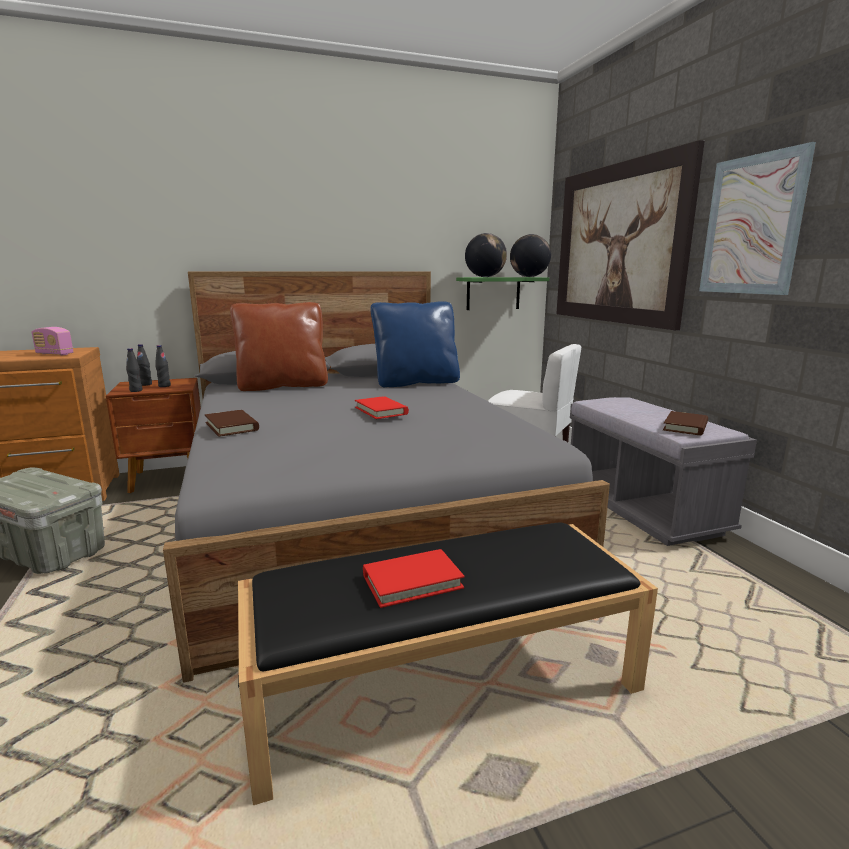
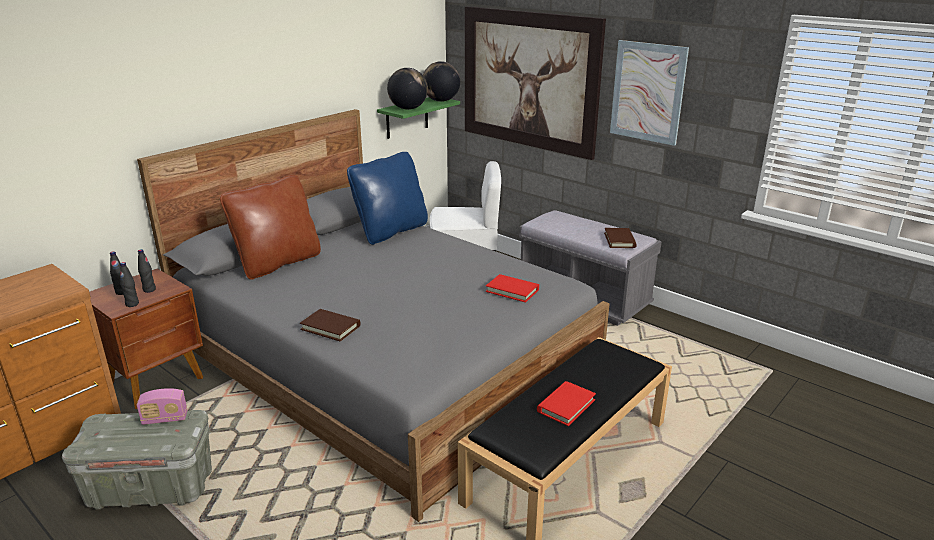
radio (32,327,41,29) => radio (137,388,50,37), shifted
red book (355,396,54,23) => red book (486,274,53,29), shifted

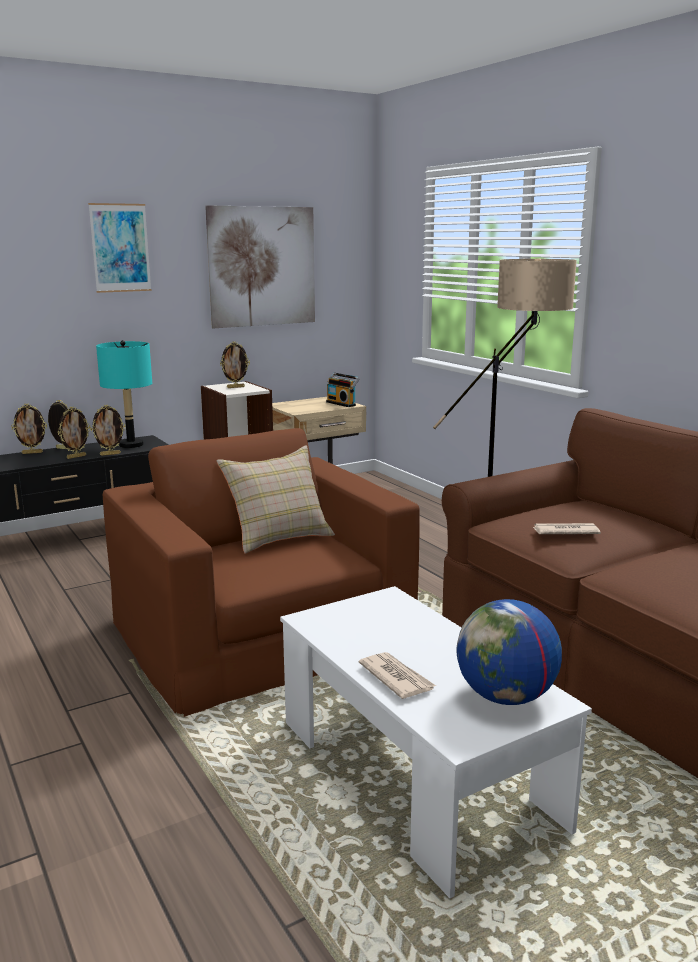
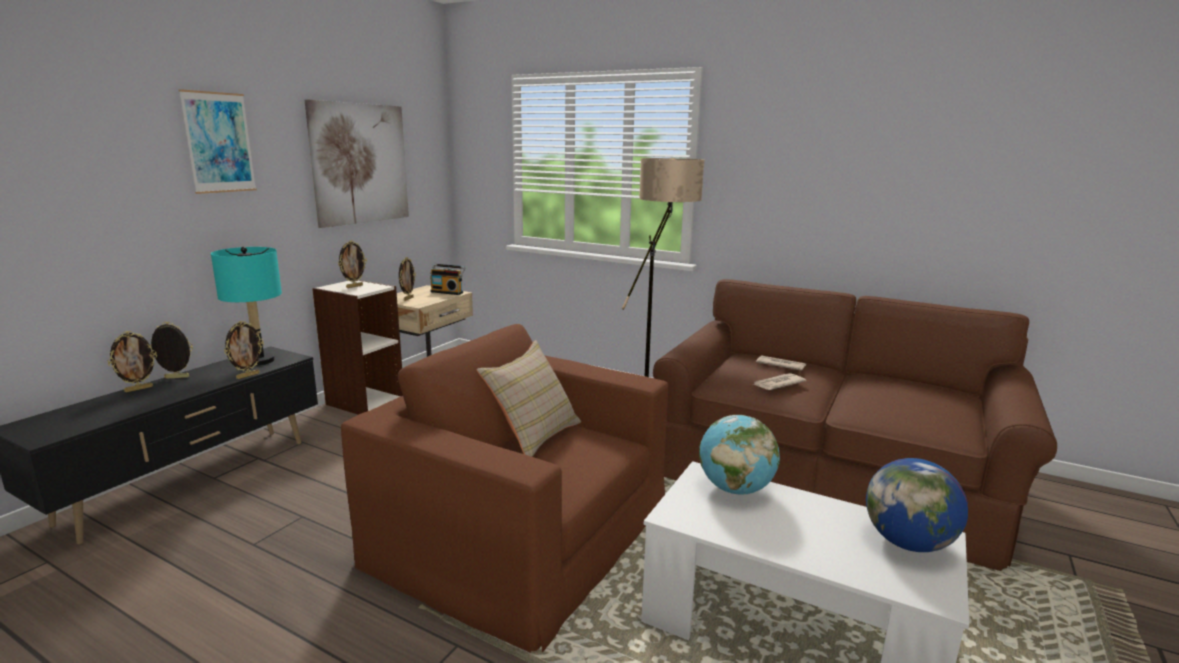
picture frame (57,407,34,52) => picture frame (399,257,17,44), shifted
newspaper (359,652,77,47) => newspaper (756,355,50,16), shifted
nothing => globe (699,415,81,80)

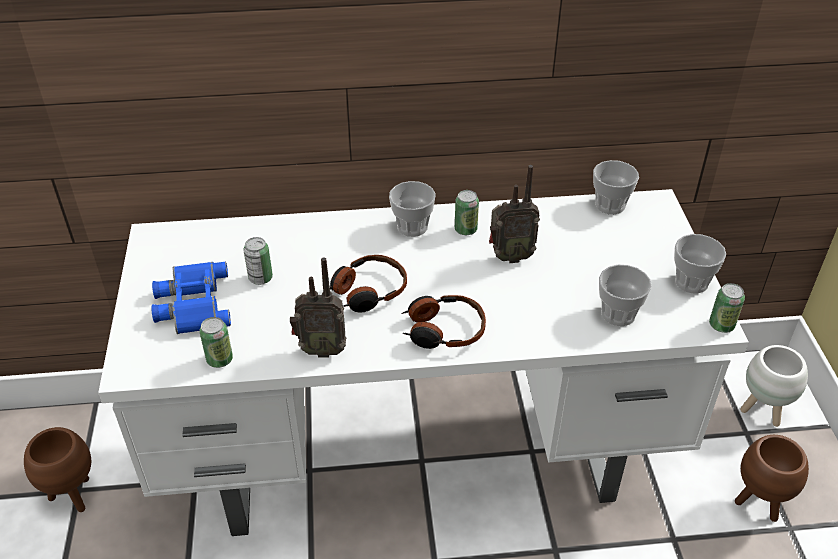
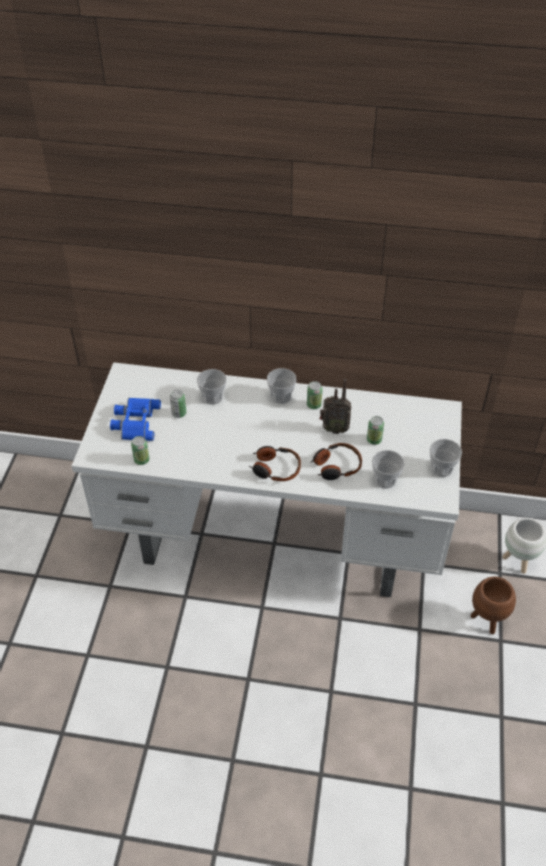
brown planter (24,427,67,85) => nothing
radio (290,257,56,101) => nothing
headphones (330,255,77,58) => headphones (310,443,52,37), shifted
cup (593,160,46,54) => cup (197,369,29,36), shifted
can (709,283,36,50) => can (367,416,17,29), shifted

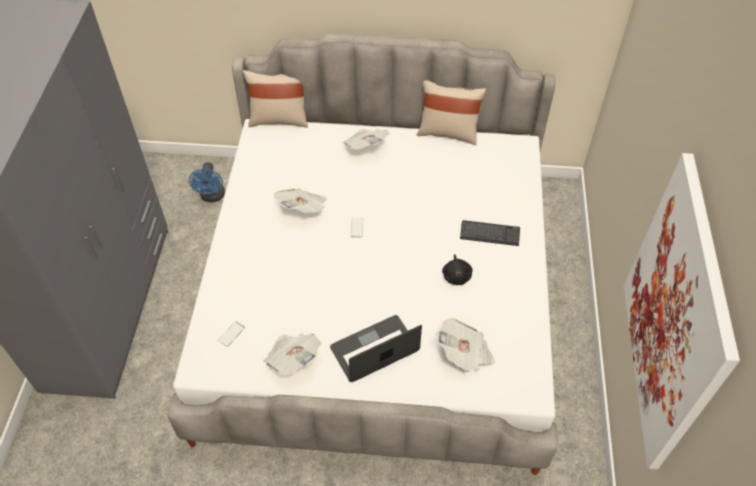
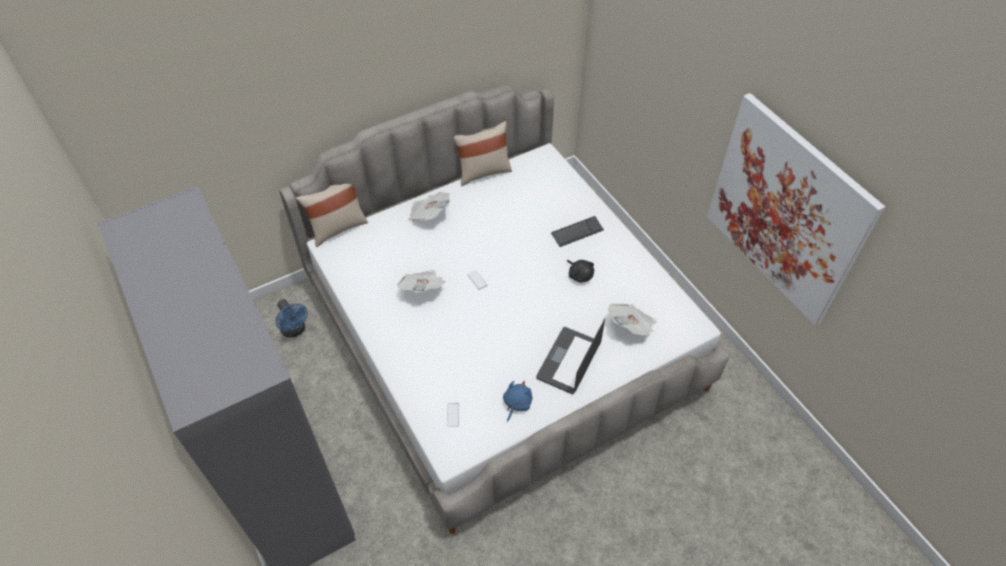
newspaper (263,333,59,42) => blue plush toy (503,381,30,41)

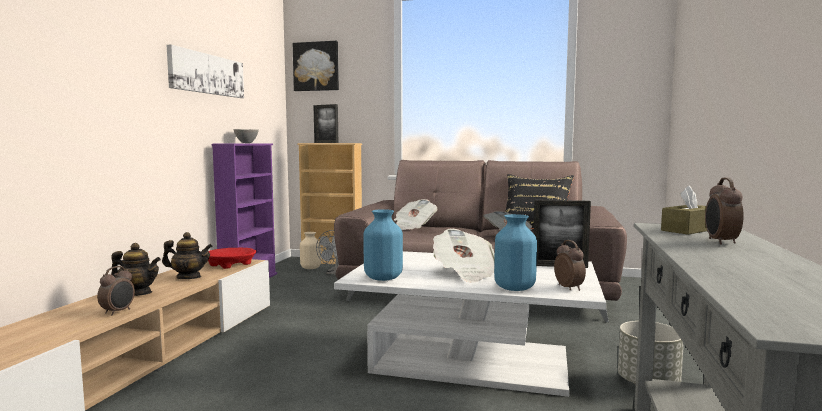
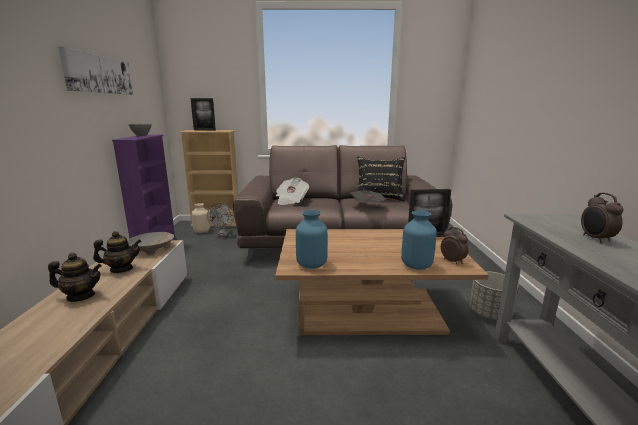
alarm clock (97,266,38,49) => nothing
red bowl (208,248,49,21) => beige bowl (128,232,46,23)
picture (293,41,46,50) => nothing
white coffee table (334,251,272,146) => brown coffee table (275,229,214,106)
newspaper (433,229,62,54) => nothing
brown tissue box (661,185,46,50) => nothing

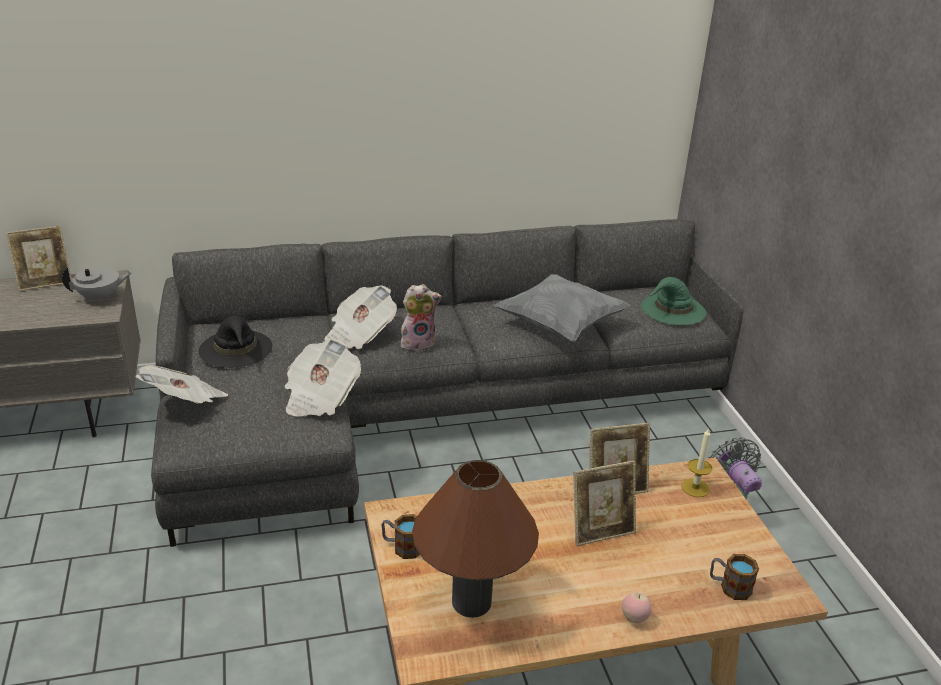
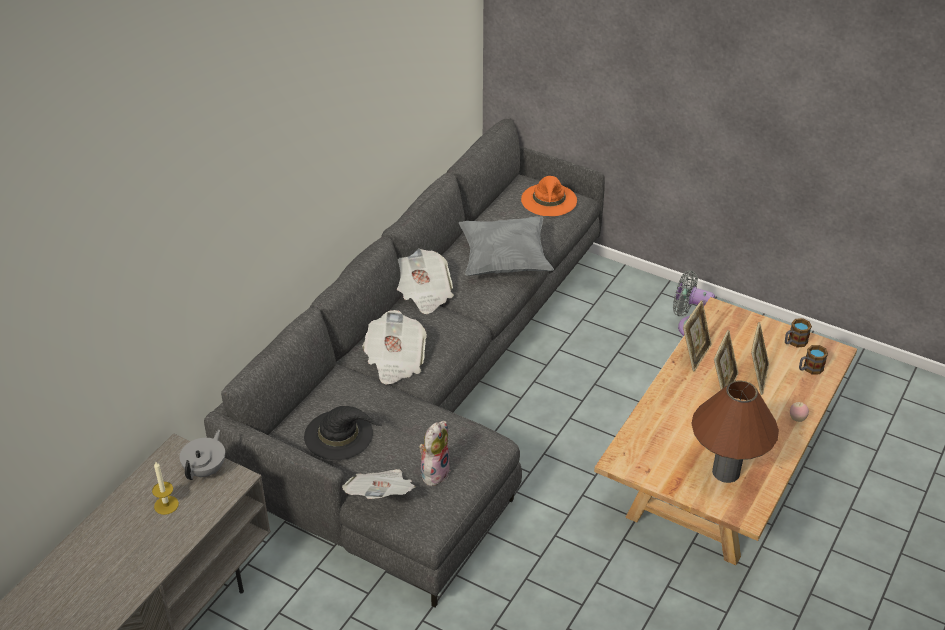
picture frame (6,226,66,65) => picture frame (751,322,18,73), shifted
newspaper (284,339,77,78) => newspaper (397,248,57,66), shifted
mug (381,514,39,45) => mug (785,318,27,30), shifted
plush toy (401,284,41,68) => plush toy (419,421,32,65), shifted
green hat (641,277,65,48) => orange hat (521,176,56,40)
candle (681,428,31,69) => candle (152,462,27,53), shifted

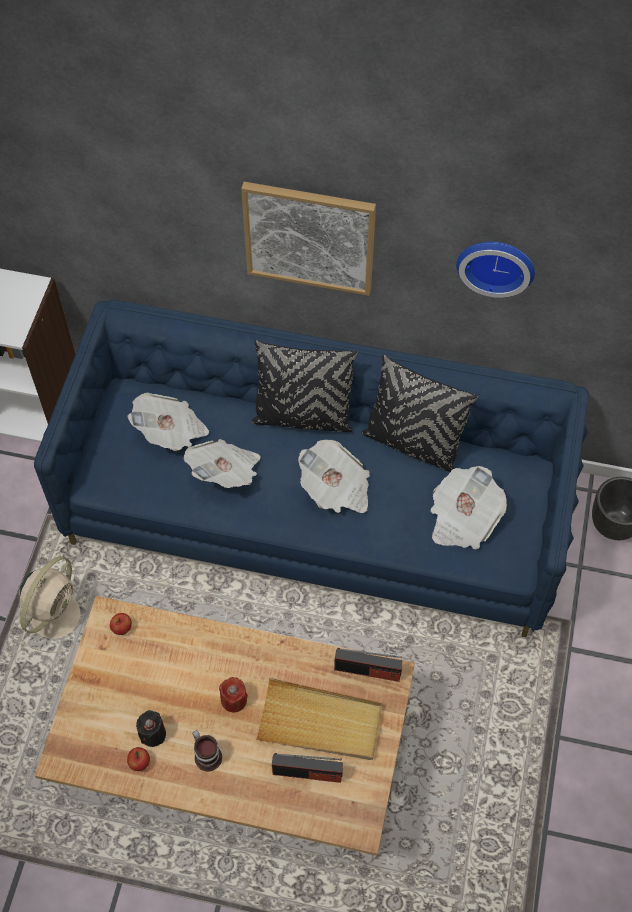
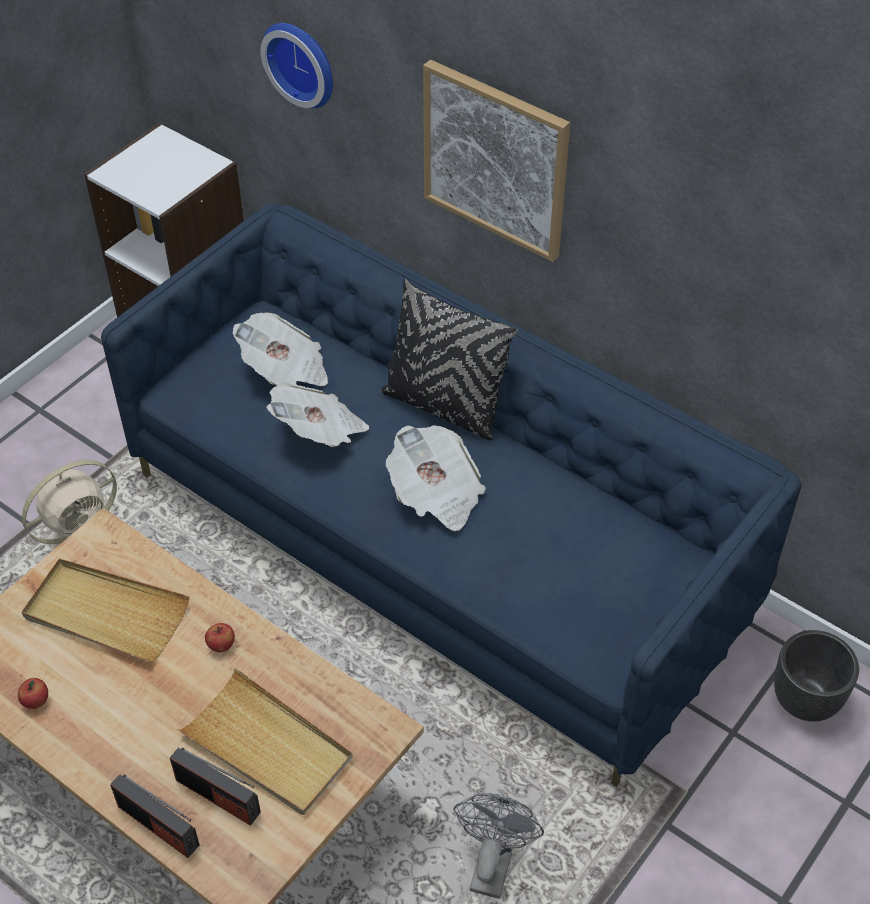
apple (110,613,22,22) => apple (205,623,30,29), shifted
black candle (136,710,30,37) => nothing
mug (192,730,30,42) => nothing
red candle (219,677,29,35) => nothing
radio (334,648,69,34) => radio (110,774,90,84), shifted
black pillow (362,355,116,117) => nothing
newspaper (430,466,77,83) => nothing
wall clock (456,242,79,56) => wall clock (261,23,72,85), shifted
nothing => beige tray (22,558,167,105)
nothing => grey fan (453,793,91,106)

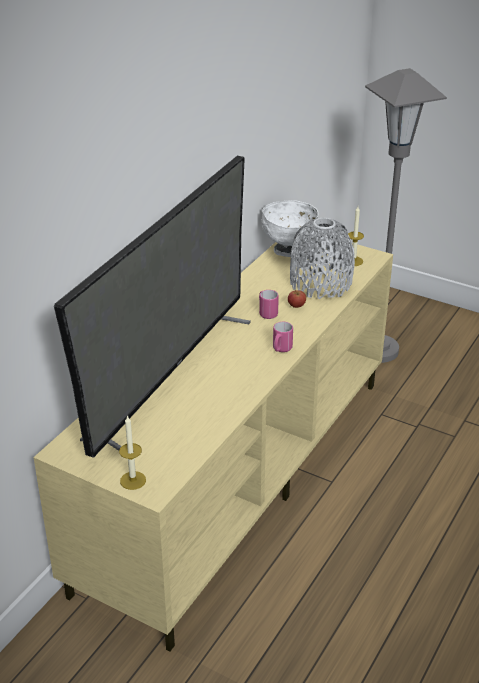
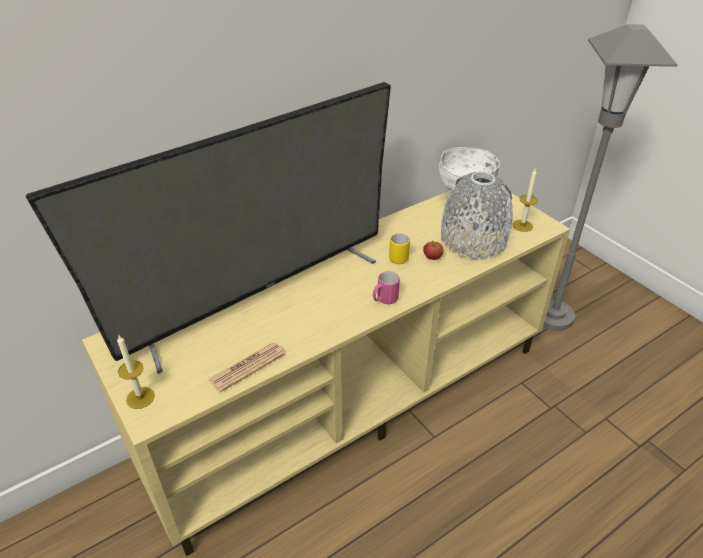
pink mug (259,290,20,29) => yellow mug (389,233,21,31)
nothing => newspaper (208,343,77,49)

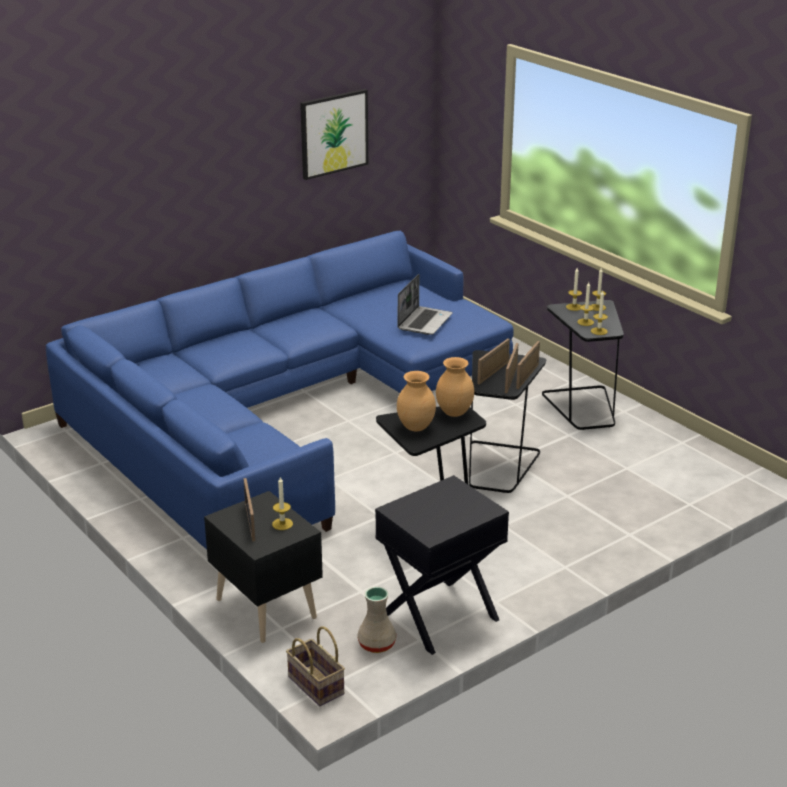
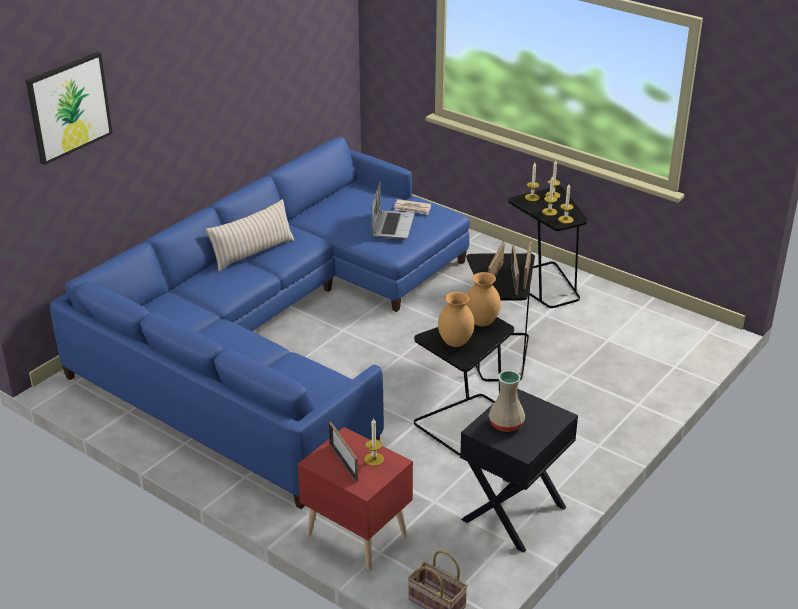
black nightstand (204,491,119,152) => red nightstand (297,427,116,143)
picture (300,89,68,91) => picture (26,52,87,113), shifted
beige vase (357,587,39,66) => beige vase (489,370,36,62), shifted
nothing => beige pillow (206,199,88,73)
nothing => newspaper (393,199,38,16)

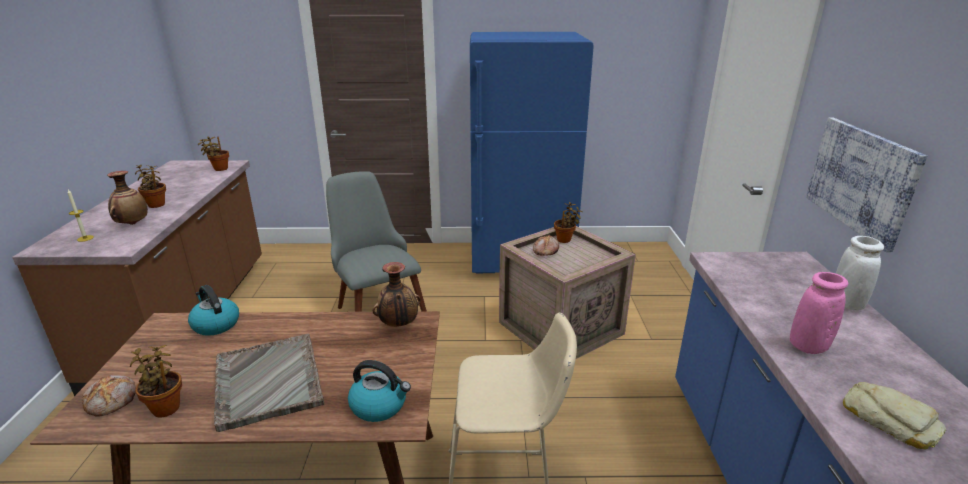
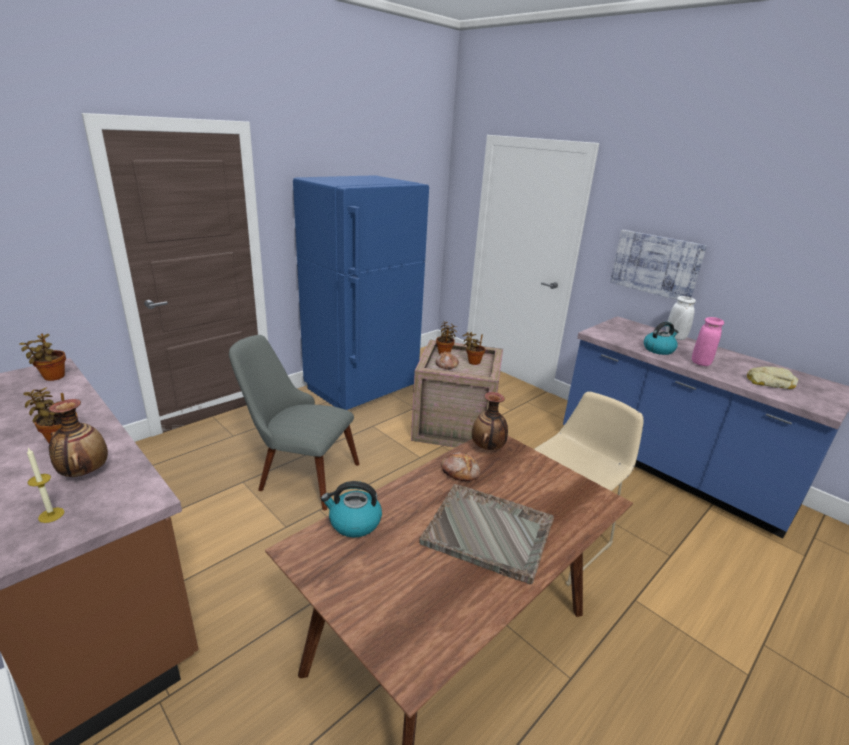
bread (82,375,54,42) => bread (441,452,39,29), shifted
potted plant (130,345,52,73) => potted plant (463,332,22,33), shifted
kettle (348,360,63,62) => kettle (644,322,34,33), shifted

